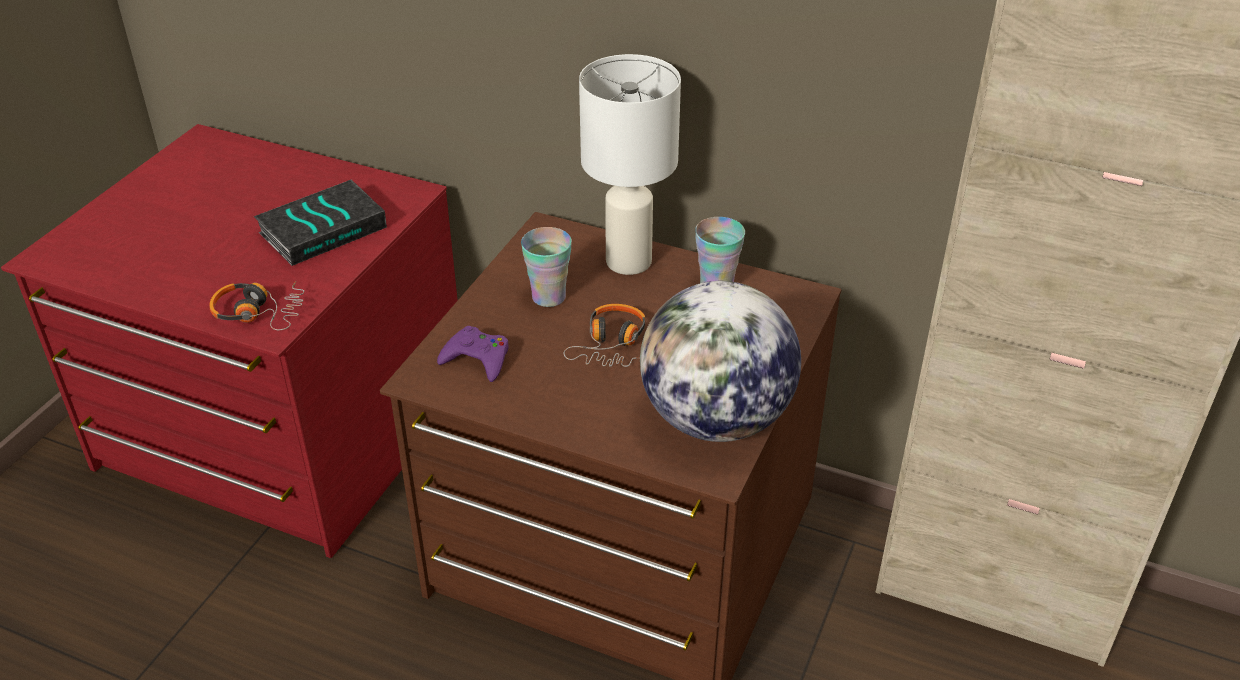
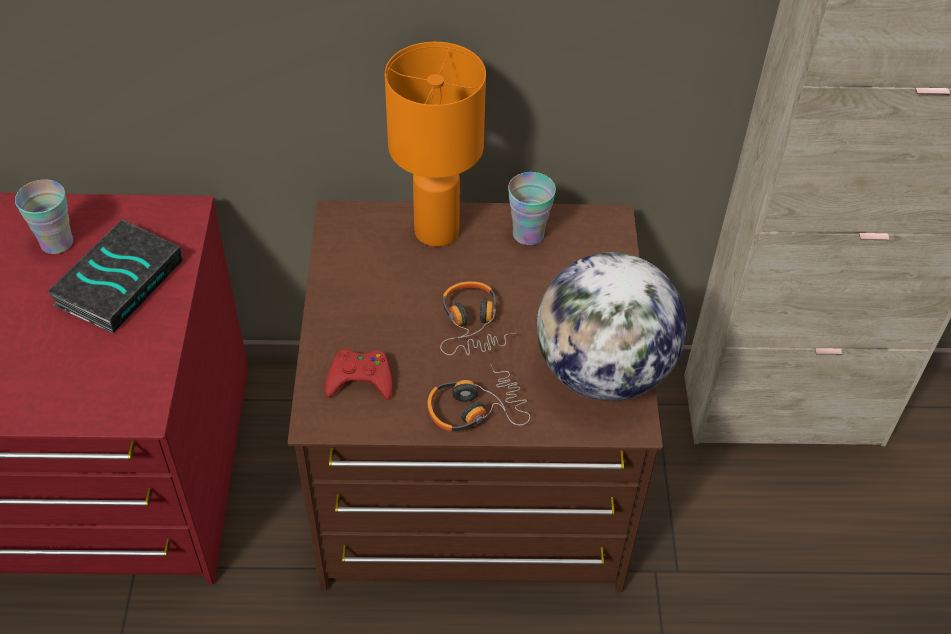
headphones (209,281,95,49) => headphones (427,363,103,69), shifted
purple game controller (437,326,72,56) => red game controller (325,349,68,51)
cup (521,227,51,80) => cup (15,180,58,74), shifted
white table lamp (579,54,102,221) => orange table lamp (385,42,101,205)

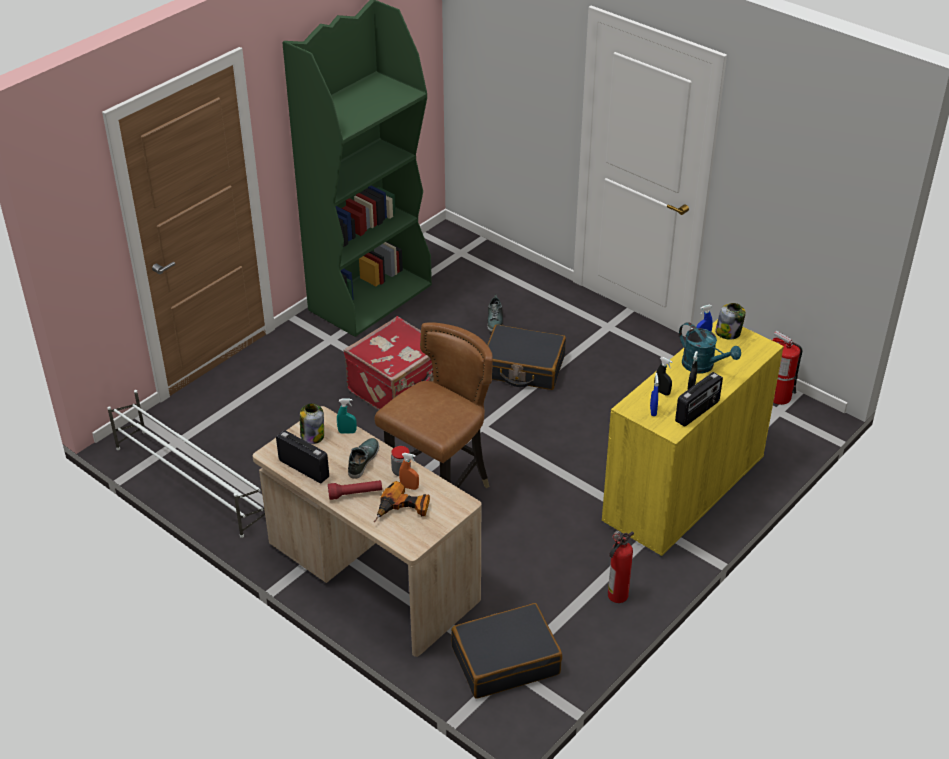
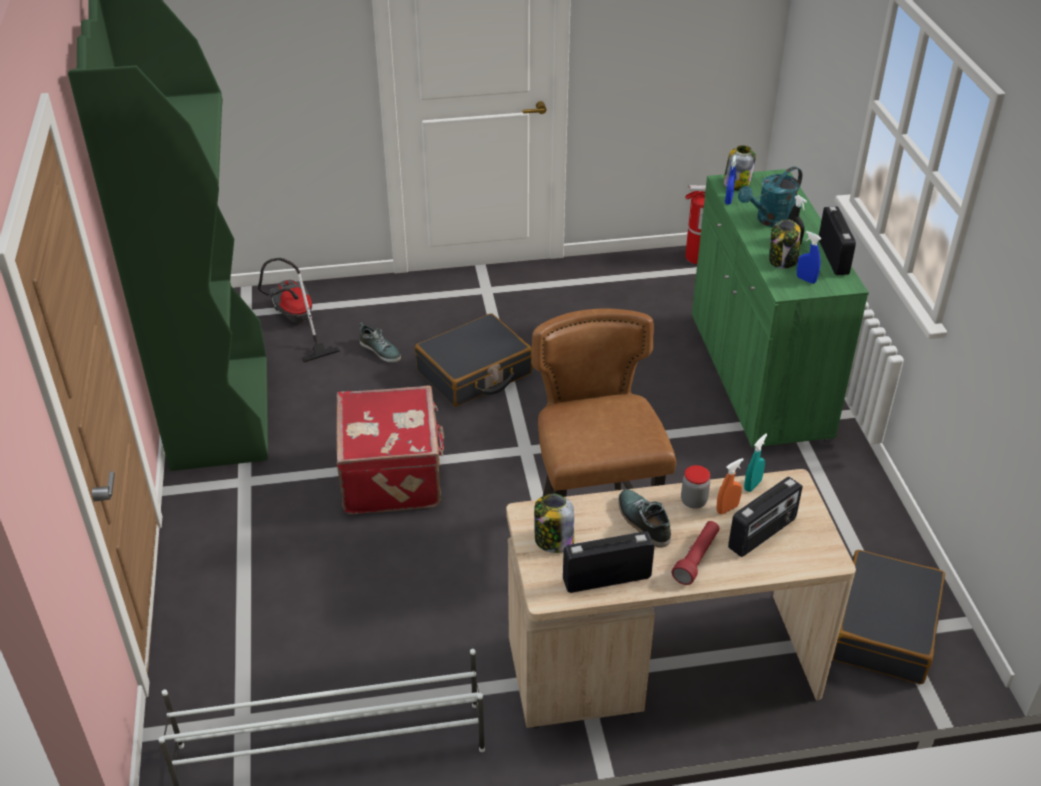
turquoise spray bottle (337,399,20,34) => turquoise spray bottle (744,434,23,58), shifted
power drill (374,481,56,41) => radio (728,476,75,81)
yellow cabinet (602,319,182,238) => green cabinet (692,169,177,280)
fire extinguisher (608,531,26,72) => nothing
black spray bottle (654,357,18,39) => jar (769,219,32,50)
turquoise watering can (679,322,62,51) => turquoise watering can (738,166,64,61), 150 degrees clockwise
nothing => vacuum cleaner (258,258,83,104)

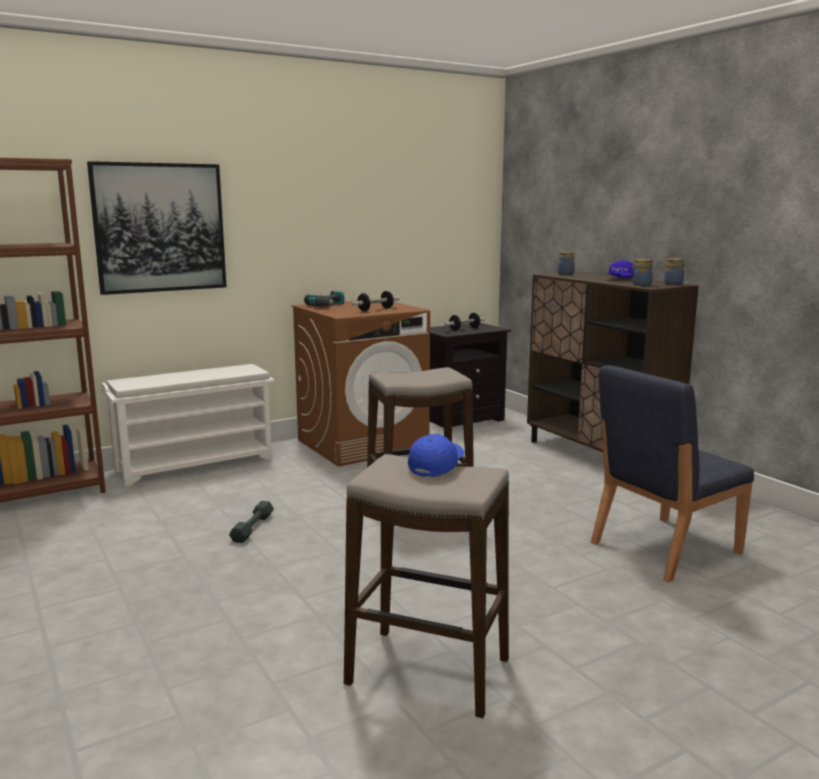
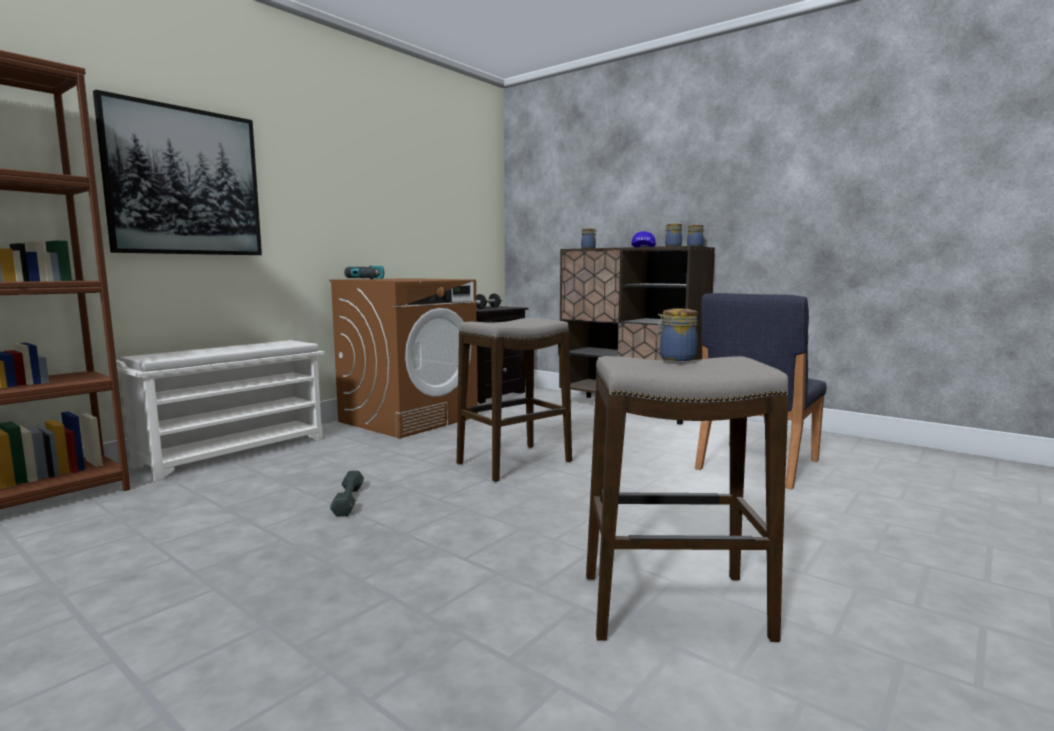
dumbbell (351,291,48,20) => nothing
blue cap (408,434,57,43) => jar (656,308,42,53)

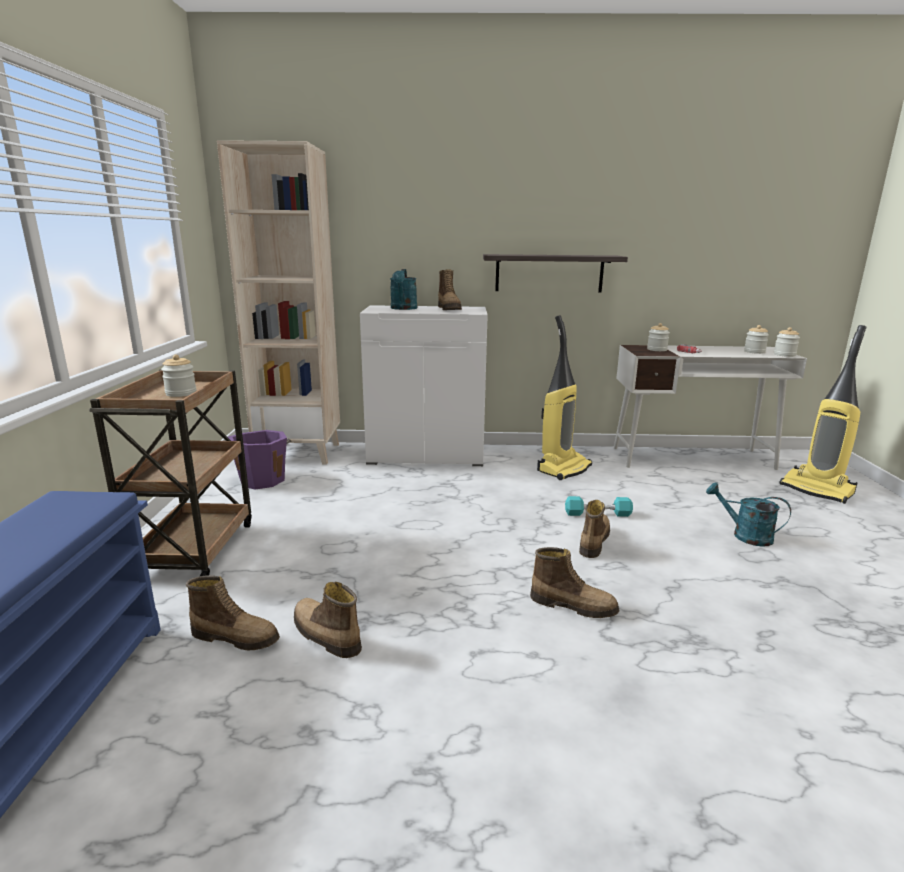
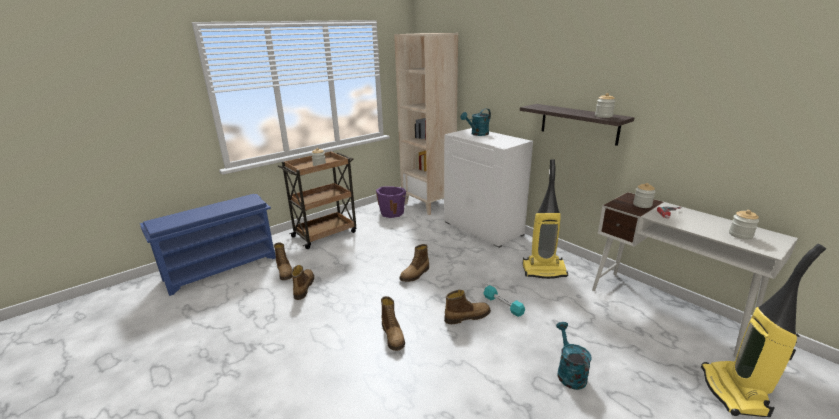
boot (438,269,24,41) => boot (399,244,30,38), shifted
jar (774,327,26,30) => jar (595,93,20,25), shifted

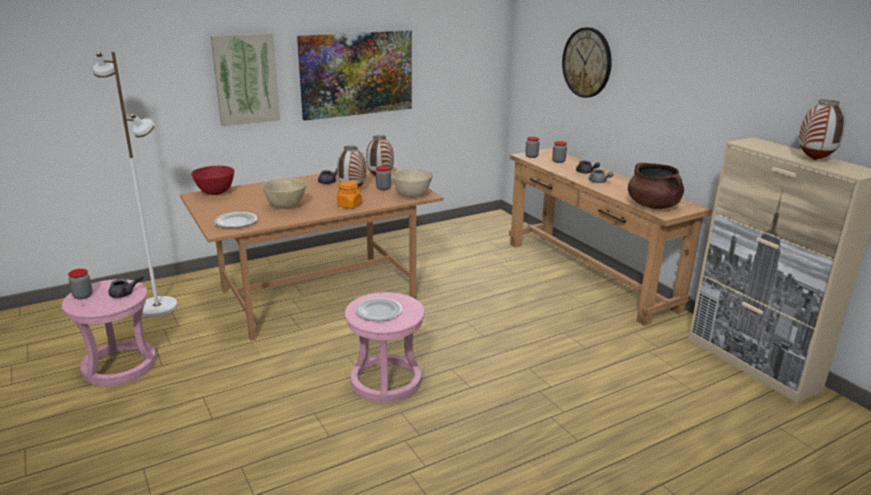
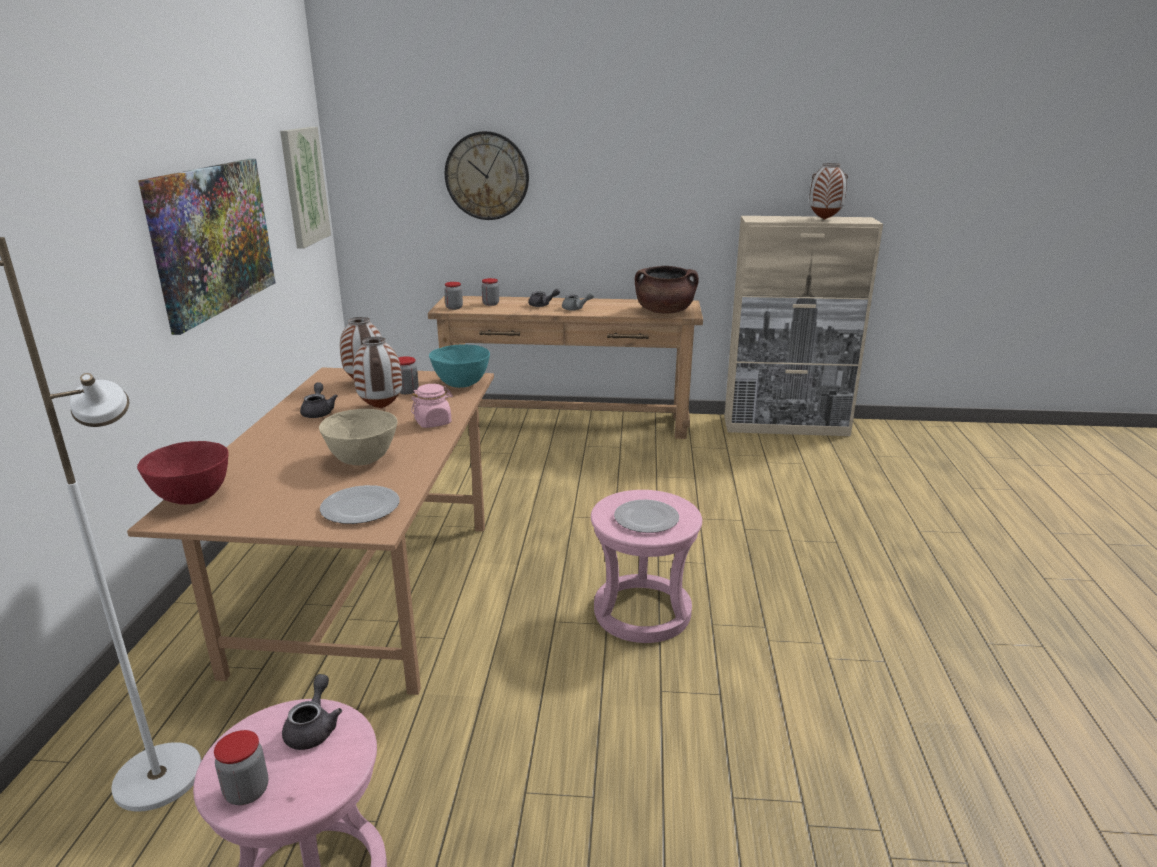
picture (211,33,69,93) => picture (280,127,51,122), shifted
orange jar (337,181,25,28) => pink jar (411,384,42,44)
beige bowl (392,168,41,30) => turquoise bowl (429,344,61,44)

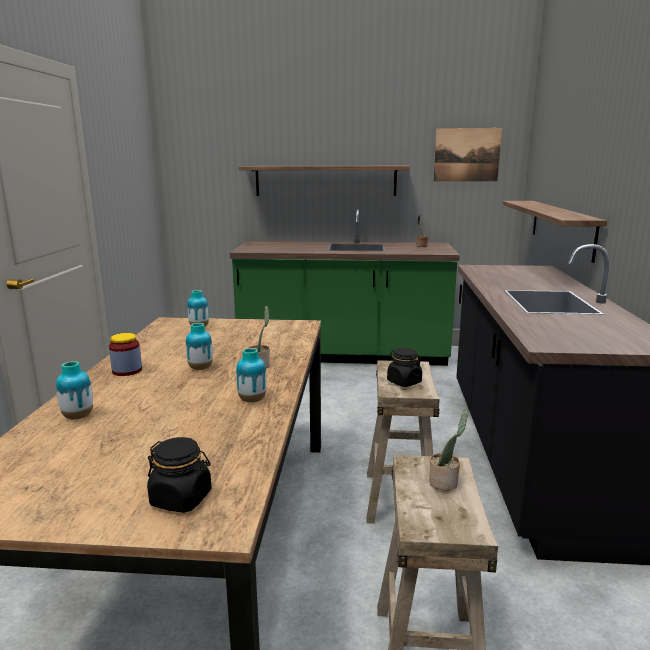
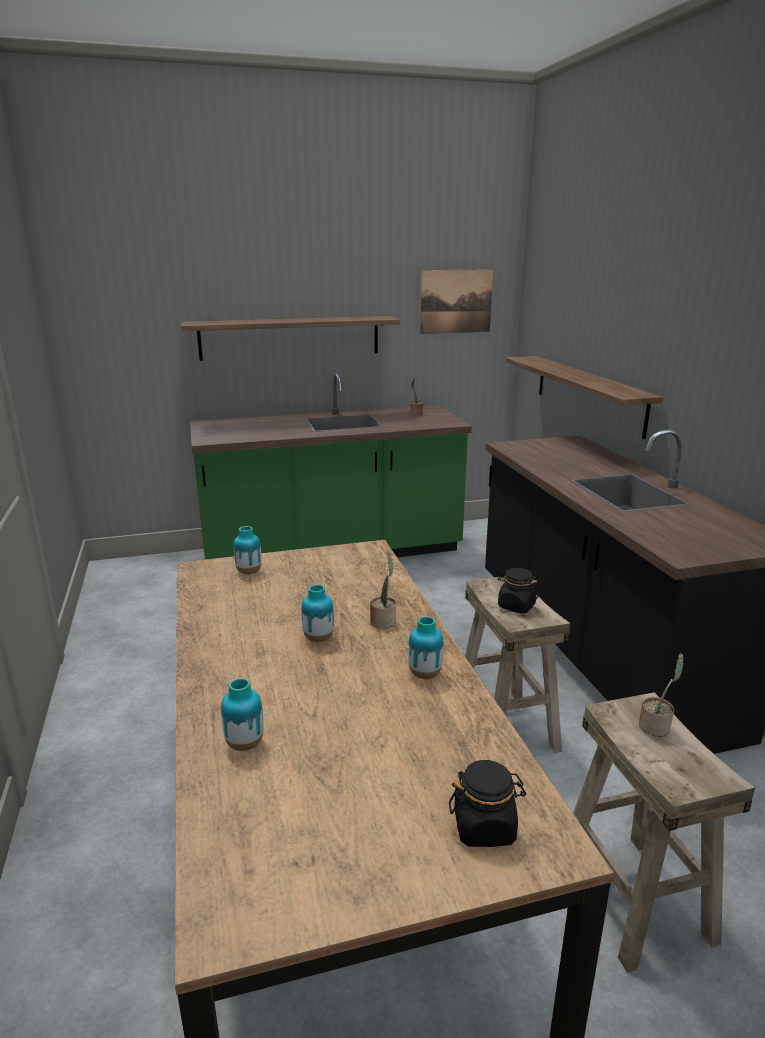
jar (109,333,33,43) => nothing

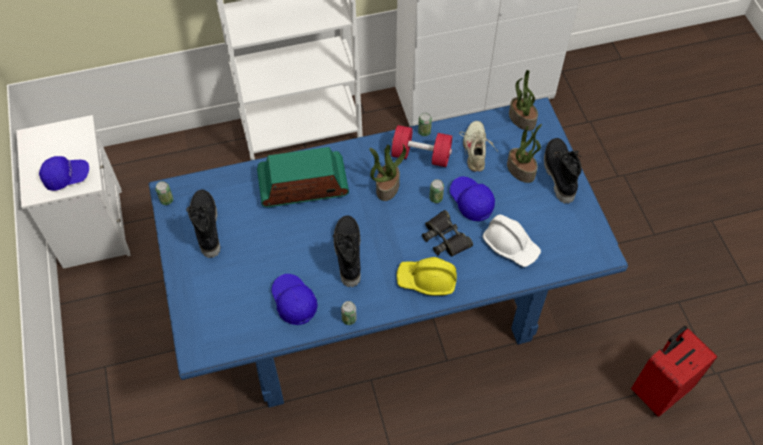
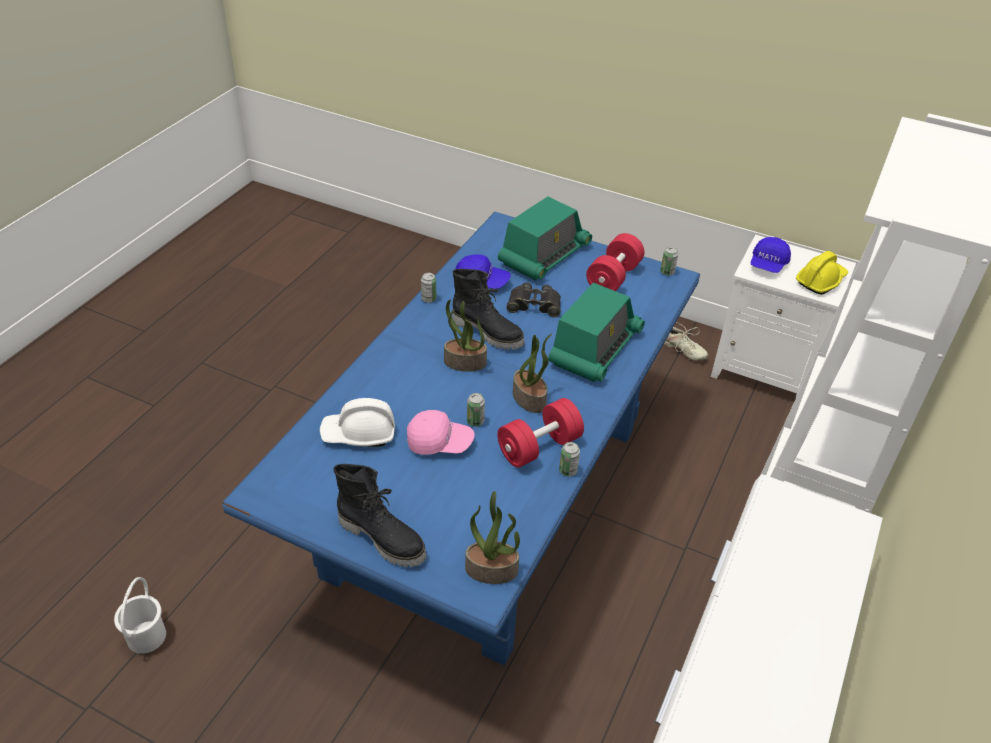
black boot (186,190,35,68) => red dumbbell (586,233,59,58)
yellow hard hat (396,257,61,39) => yellow hard hat (796,251,53,44), shifted
black binoculars (422,210,51,46) => black binoculars (506,282,55,35), shifted
blue cap (450,176,45,45) => pink cap (407,410,68,45)
beige shoe (459,121,38,51) => beige shoe (664,323,44,38), shifted
potted plant (507,124,35,59) => potted plant (444,299,43,73), shifted
red suitcase (631,326,87,91) => white bucket (114,577,52,77)
nothing => radio (498,196,94,85)

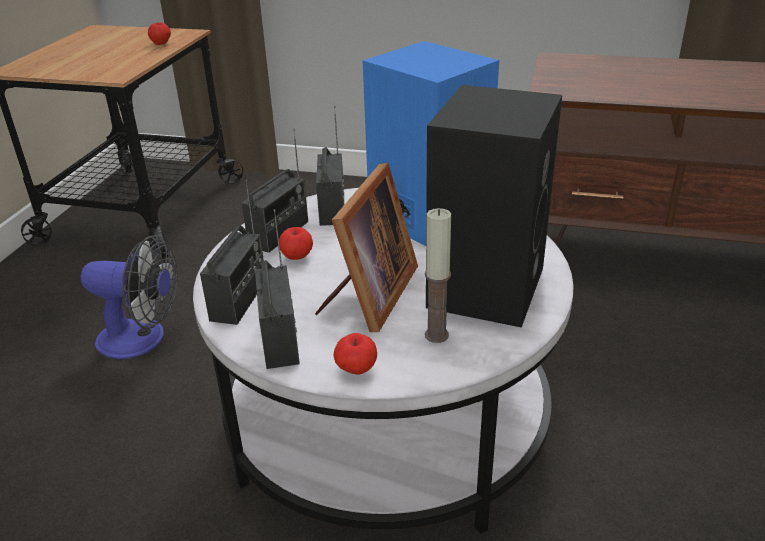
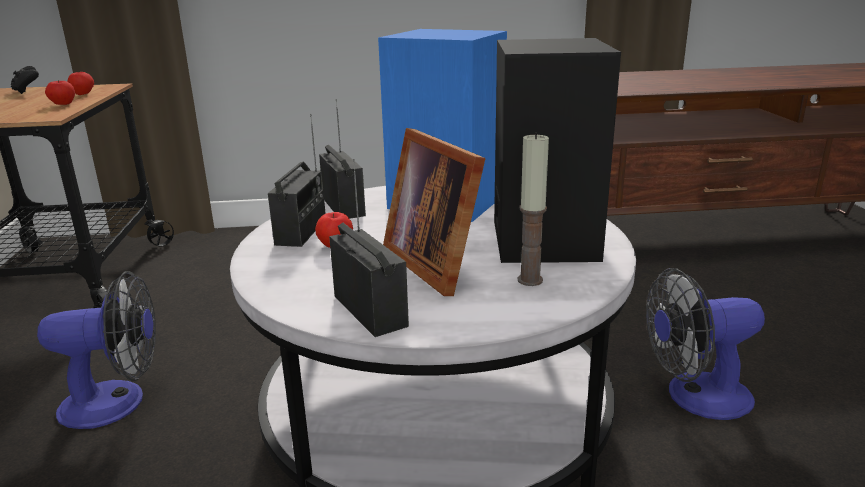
radio (200,179,64,146) => nothing
picture frame (315,163,103,169) => picture frame (383,128,102,168), 150 degrees clockwise
apple (334,333,43,41) => apple (45,80,30,25), shifted
nothing => black game controller (11,66,28,28)
nothing => fan (646,268,119,152)

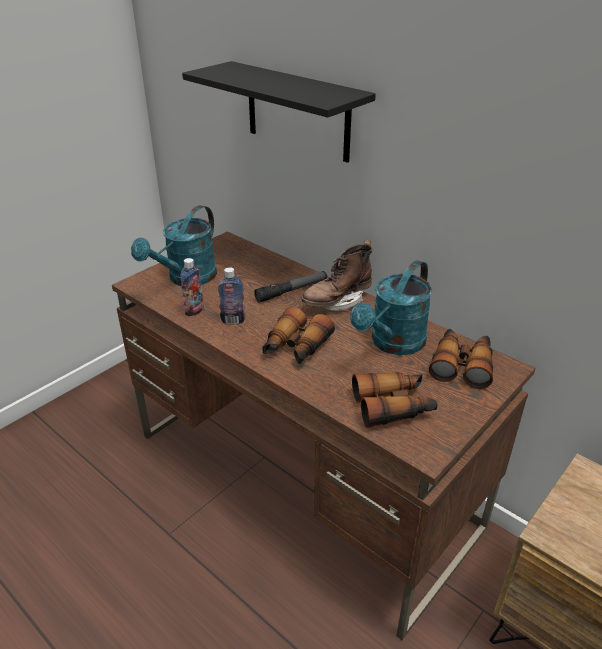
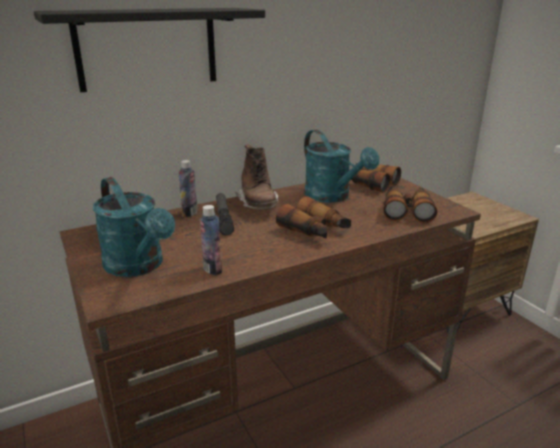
bottle (218,267,28,58) => bottle (179,160,18,57), shifted

